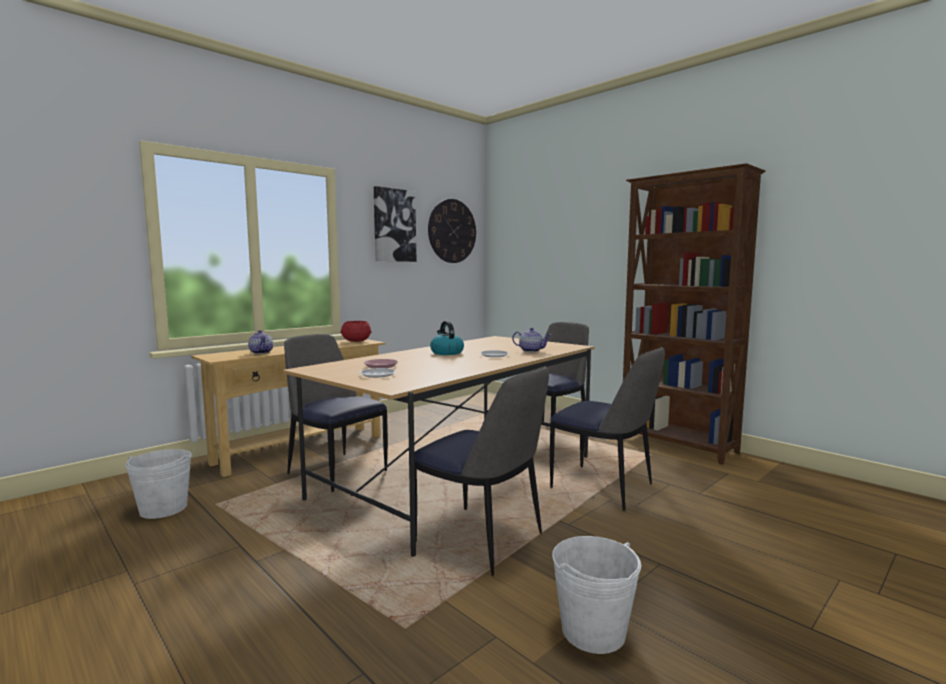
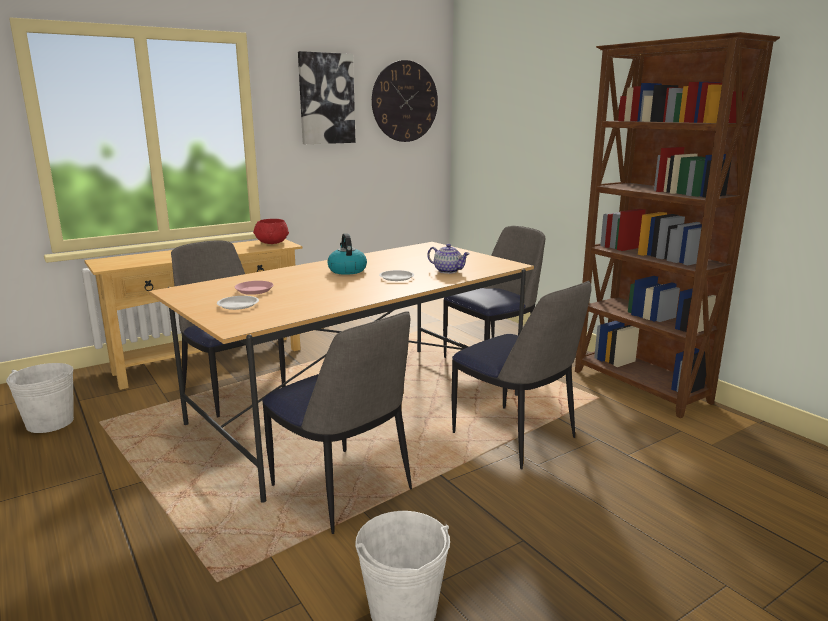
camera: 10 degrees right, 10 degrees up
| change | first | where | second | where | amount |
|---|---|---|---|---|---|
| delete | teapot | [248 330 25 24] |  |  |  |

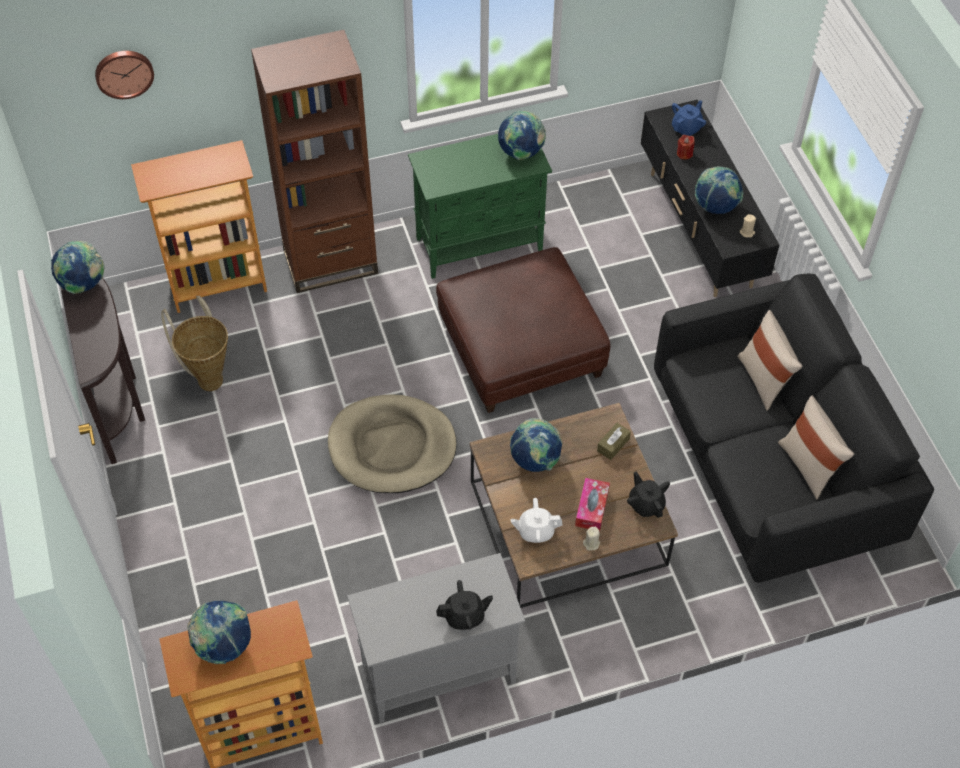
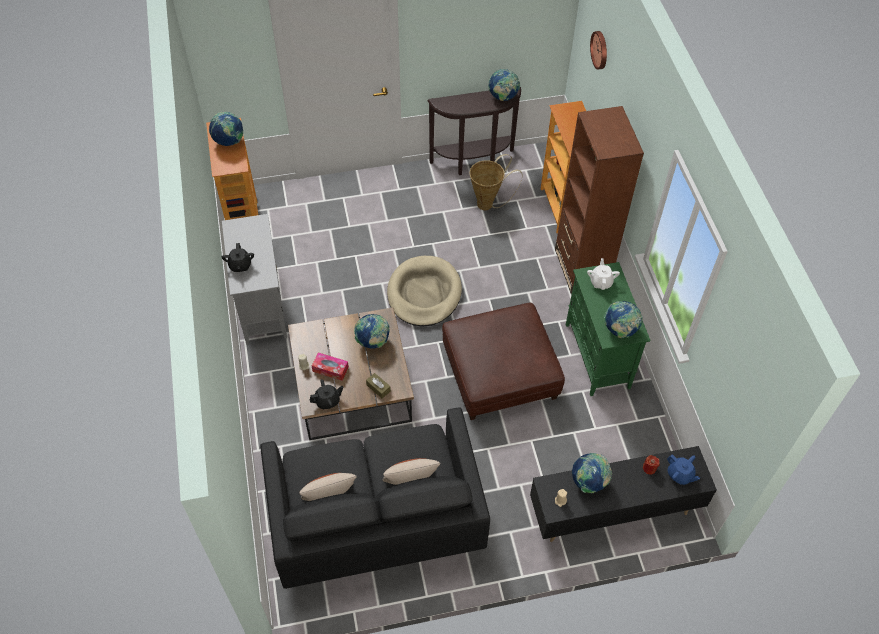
camera: 95 degrees right, 0 degrees up
| change | first | where | second | where | amount |
|---|---|---|---|---|---|
| move | white teapot | [511 498 51 45] |  | [587 258 33 32] |  |

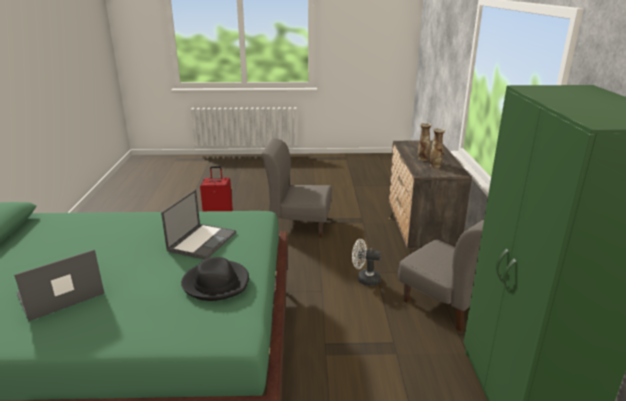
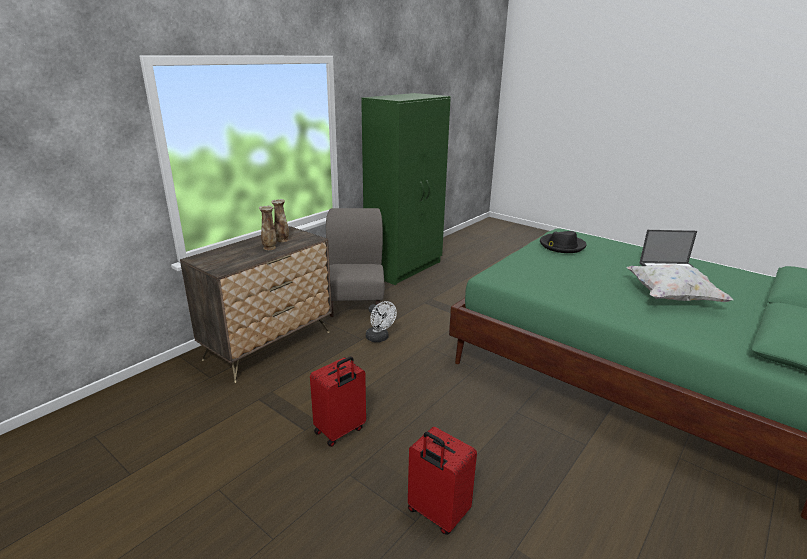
camera: 140 degrees left, 0 degrees up
| change | first | where | second | where | amount |
|---|---|---|---|---|---|
| delete | laptop | [161 189 75 71] |  |  |  |
| replace | grey chair | [262 138 70 100] | red suitcase | [310 356 56 91] |  |
| insert |  |  | white pillow | [626 264 108 38] |  |

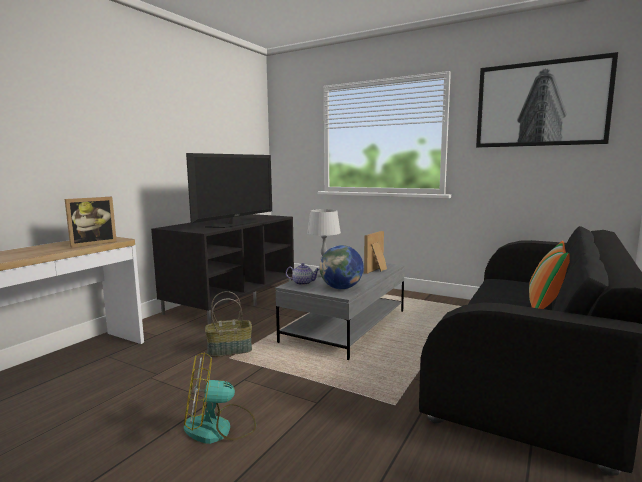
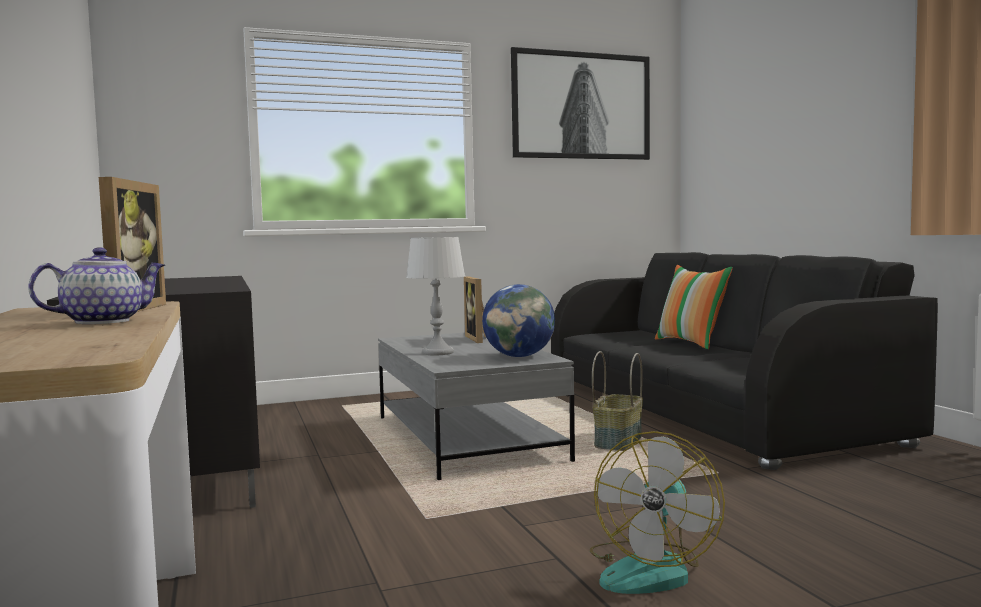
camera: 50 degrees left, 5 degrees down
| change | first | where | second | where | amount |
|---|---|---|---|---|---|
| delete | television | [186 153 86 75] |  |  |  |
| move | basket | [205 291 47 66] |  | [592 351 51 100] |  |
| move | teapot | [286 263 34 22] |  | [28 248 137 76] |  |

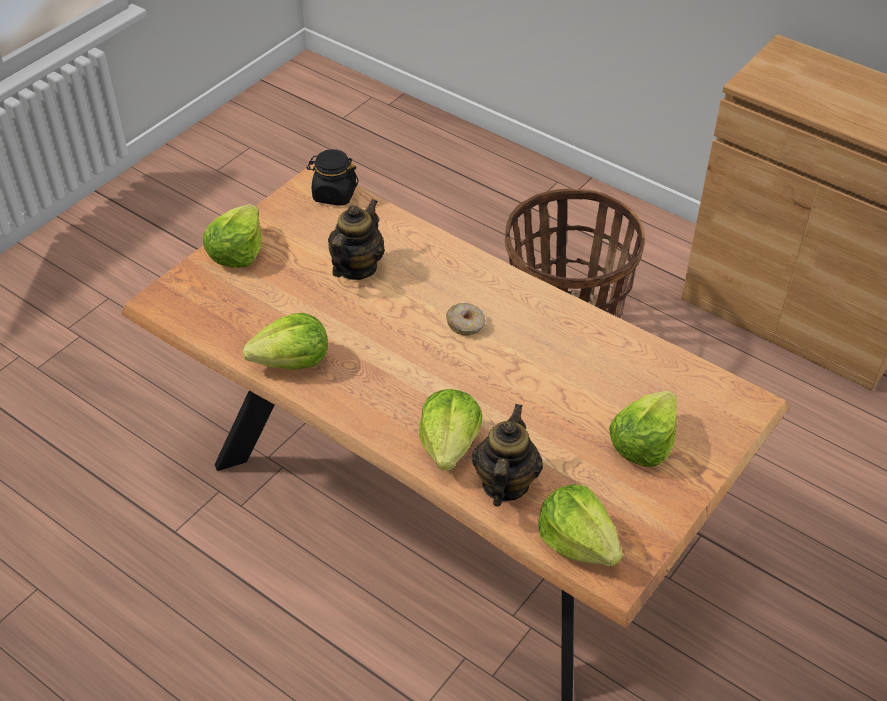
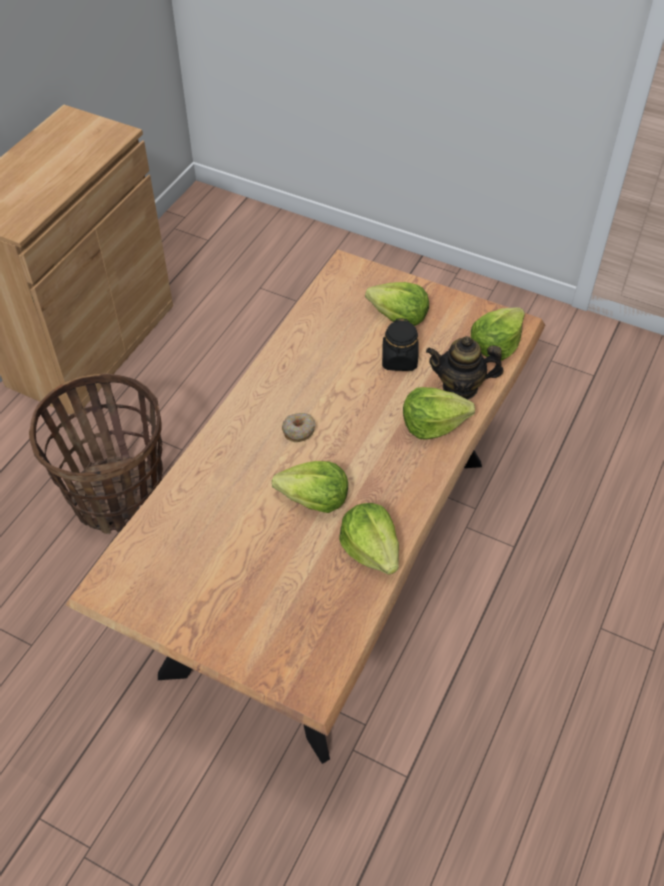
camera: 100 degrees left, 5 degrees up
| change | first | where | second | where | amount |
|---|---|---|---|---|---|
| move | lettuce | [203 204 59 64] |  | [272 461 76 52] |  |
| move | black jar | [307 149 52 57] |  | [382 318 37 53] |  |
| delete | teapot | [328 199 57 81] |  |  |  |

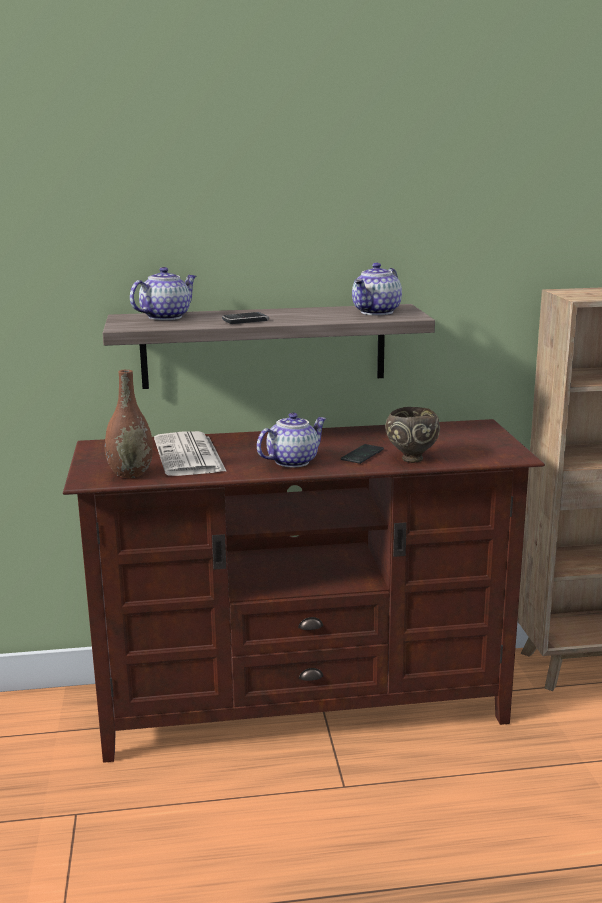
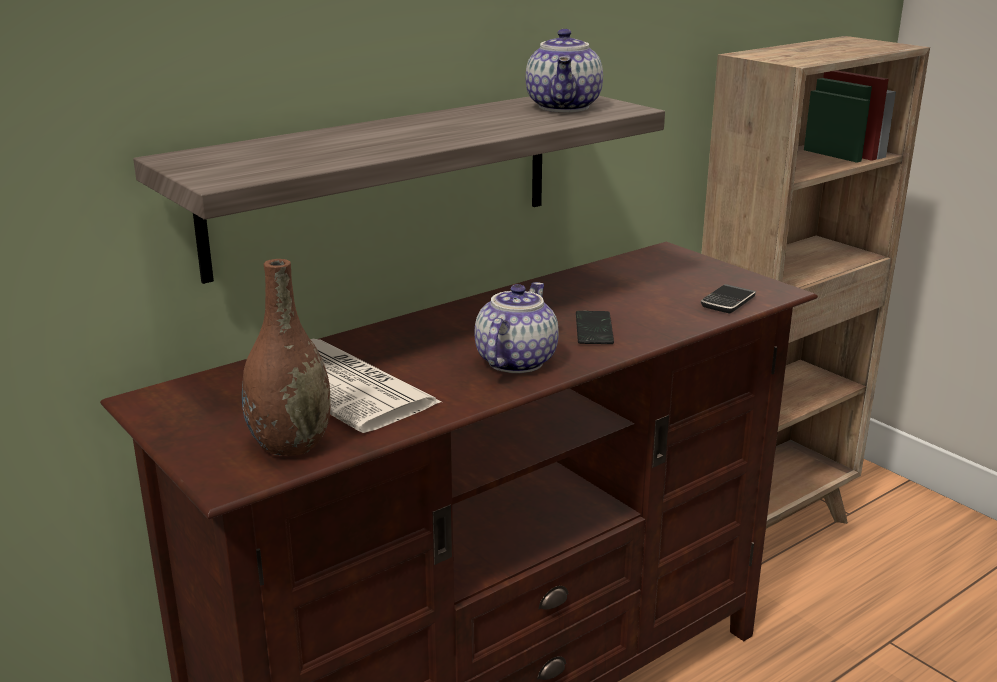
camera: 30 degrees left, 5 degrees up
| change | first | where | second | where | amount |
|---|---|---|---|---|---|
| delete | teapot | [130 267 66 53] |  |  |  |
| move | phone | [222 312 47 12] |  | [701 284 55 29] |  |
| delete | brown bowl | [385 407 55 56] |  |  |  |

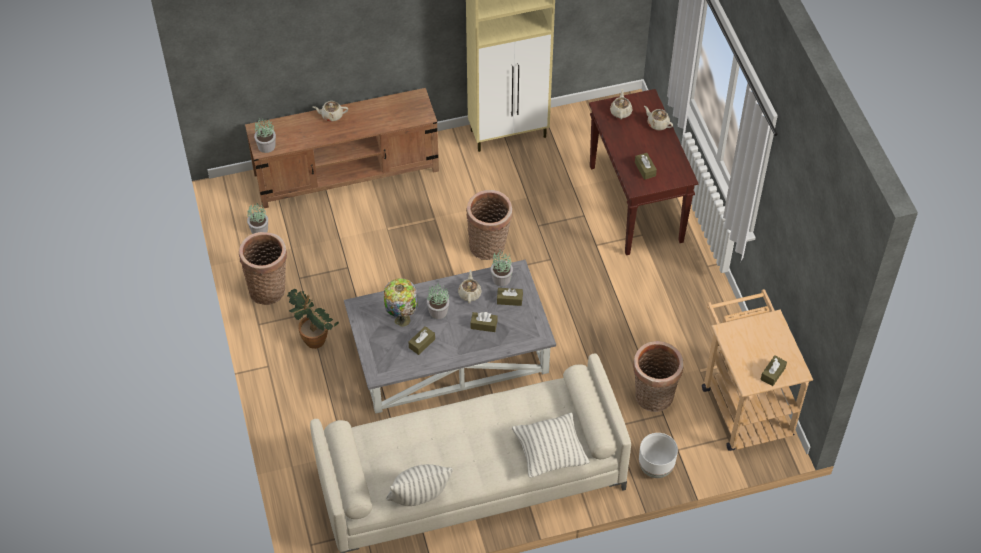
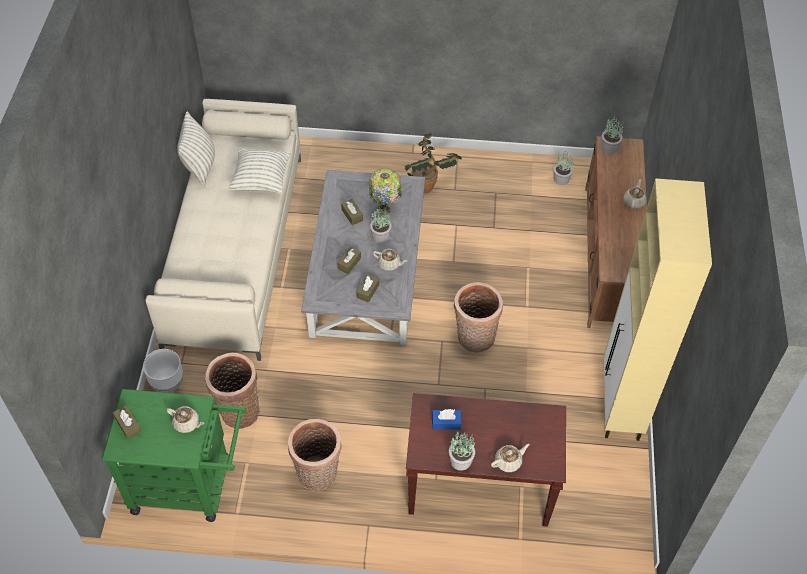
camera: 110 degrees right, 0 degrees up
| change | first | where | second | where | amount |
|---|---|---|---|---|---|
| move | basket | [239 232 48 73] |  | [288 419 54 72] |  |
| move | potted plant | [491 250 22 36] |  | [449 431 26 39] |  |
| move | pillow | [512 413 78 65] |  | [229 148 62 46] |  |
| move | beige teapot | [610 89 22 30] |  | [167 406 37 27] |  |
| recolor | brown tissue box | [635 153 22 27] | blue tissue box | [432 409 30 21] |  |
| recolor | beige cart | [702 289 111 162] | green cart | [101 389 146 133] |  |

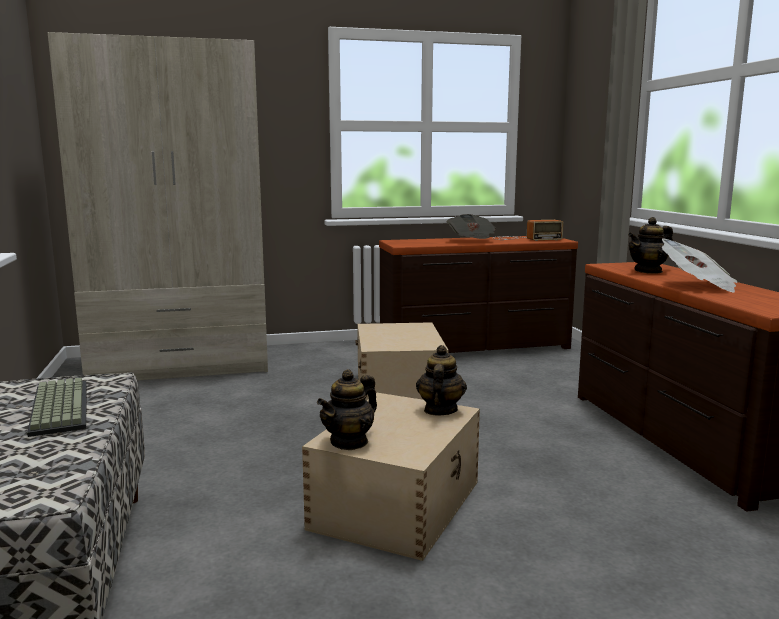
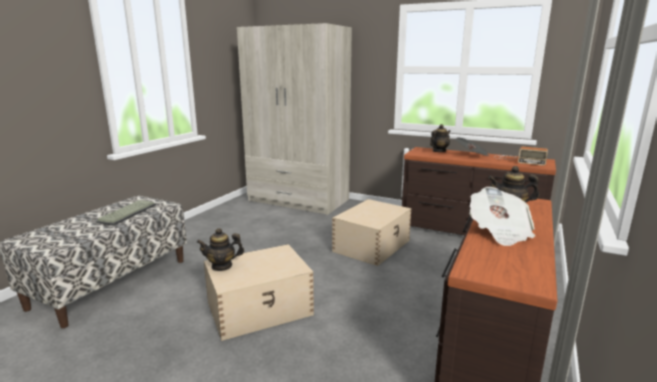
camera: 40 degrees right, 5 degrees up
| change | first | where | second | where | amount |
|---|---|---|---|---|---|
| move | teapot | [416 345 51 70] |  | [430 124 20 28] |  |

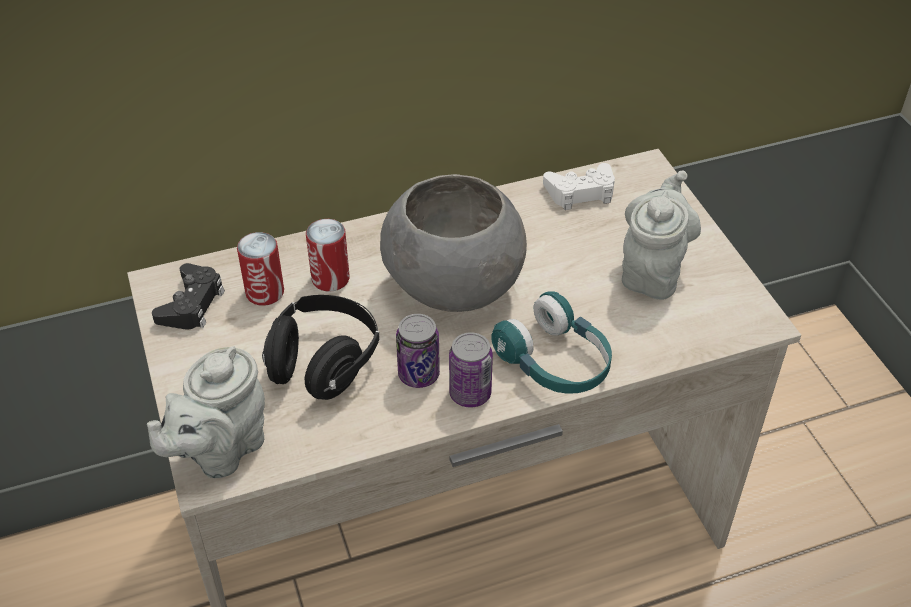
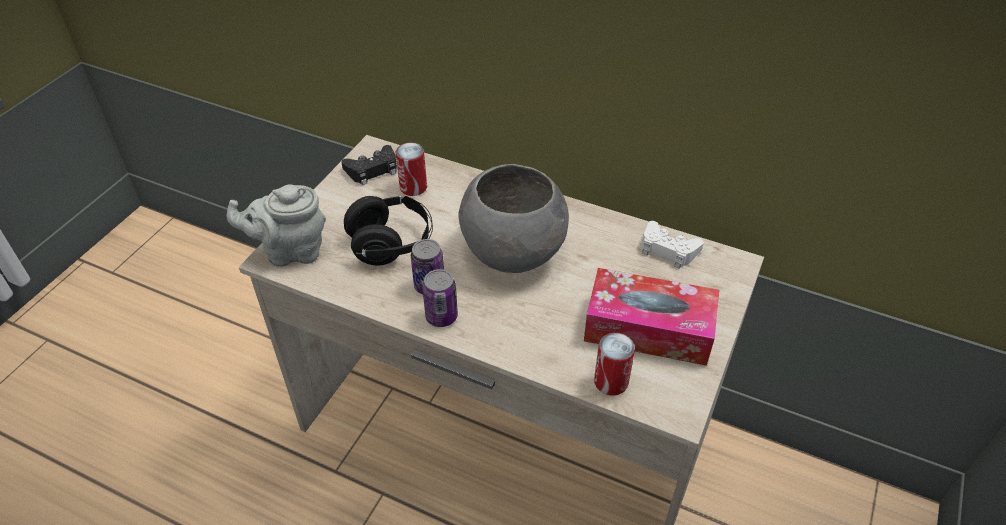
camera: 45 degrees right, 0 degrees up
| change | first | where | second | where | amount |
|---|---|---|---|---|---|
| move | can | [306 219 44 73] |  | [594 333 41 63] |  |
| delete | turquoise headphones | [491 291 121 103] |  |  |  |
| replace | grey teapot | [622 170 79 130] | tissue box | [584 268 135 98] |  |

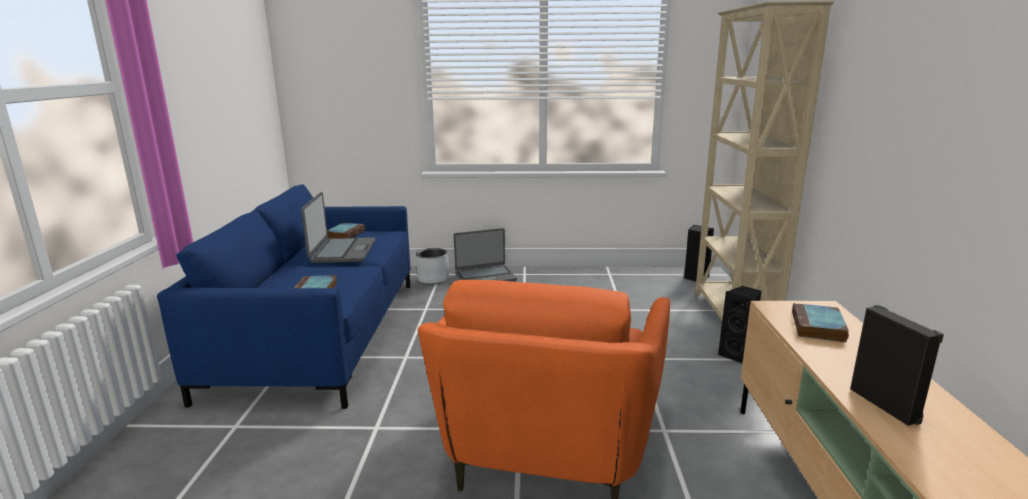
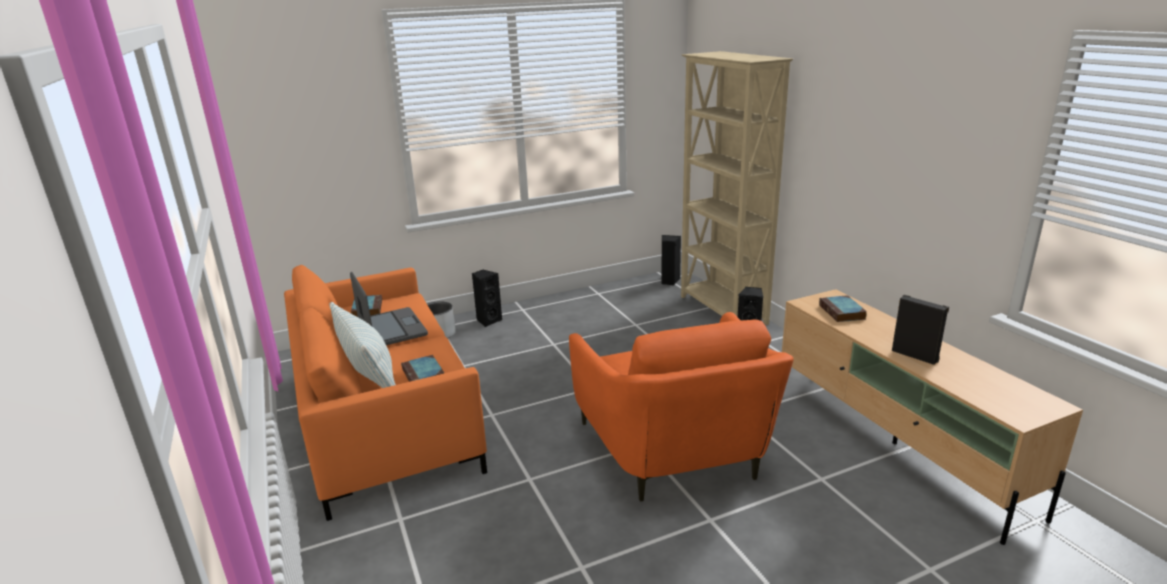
camera: 25 degrees left, 5 degrees up
| change | first | where | second | where | amount |
|---|---|---|---|---|---|
| recolor | blue sofa | [157 185 254 224] | orange sofa | [284 265 203 256] |  |
| replace | laptop | [454 228 63 54] | black speaker | [472 270 31 57] |  |
| insert |  |  | pillow | [329 302 67 86] |  |

